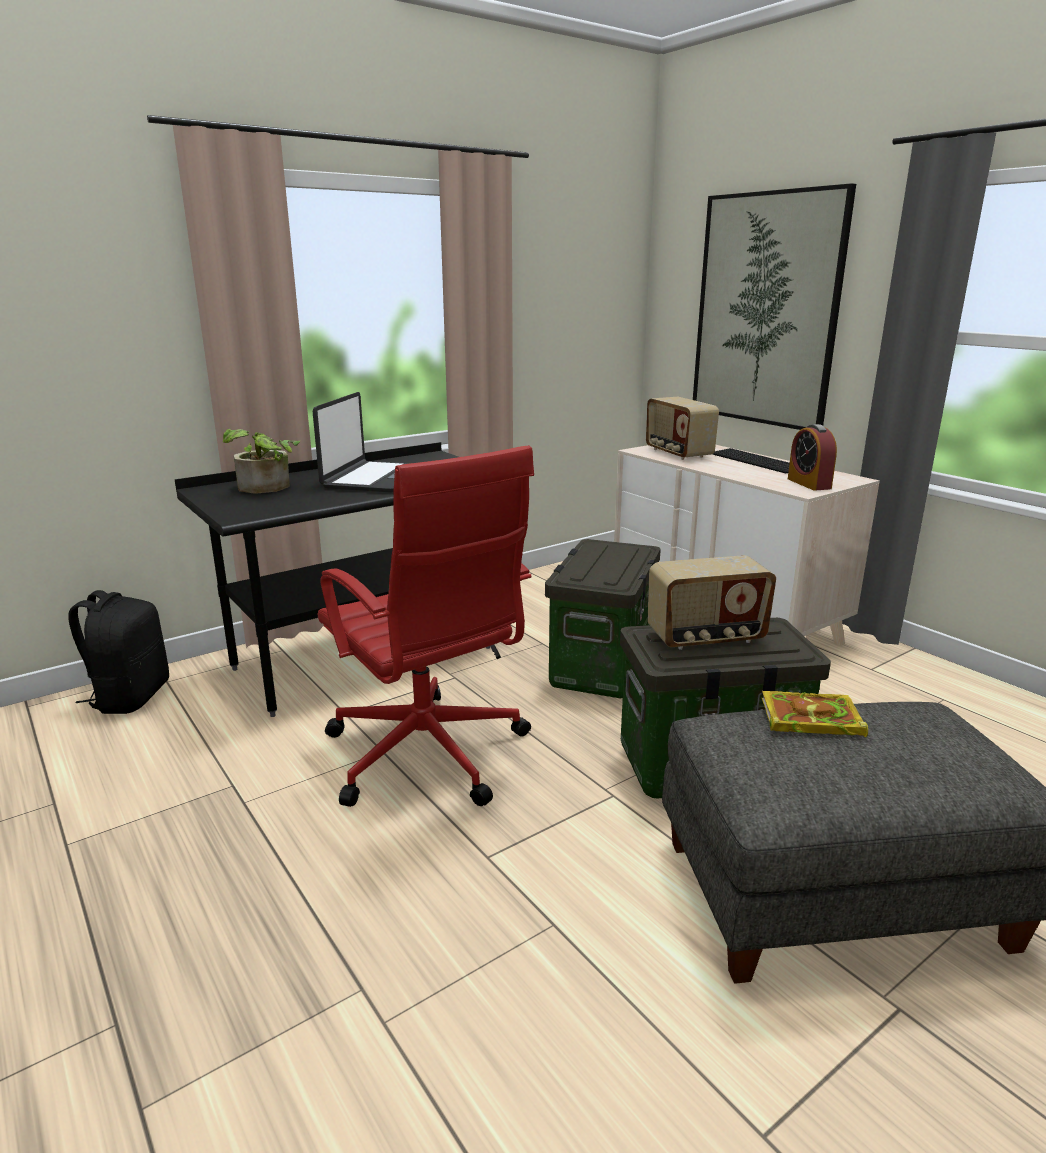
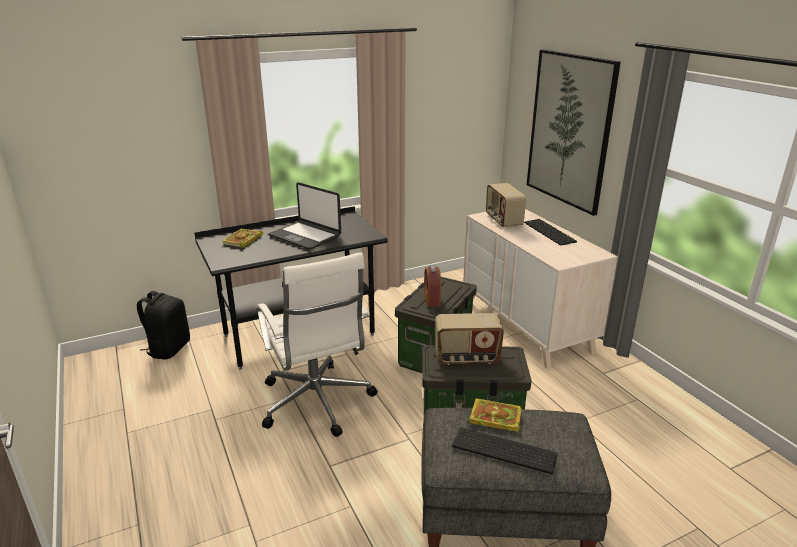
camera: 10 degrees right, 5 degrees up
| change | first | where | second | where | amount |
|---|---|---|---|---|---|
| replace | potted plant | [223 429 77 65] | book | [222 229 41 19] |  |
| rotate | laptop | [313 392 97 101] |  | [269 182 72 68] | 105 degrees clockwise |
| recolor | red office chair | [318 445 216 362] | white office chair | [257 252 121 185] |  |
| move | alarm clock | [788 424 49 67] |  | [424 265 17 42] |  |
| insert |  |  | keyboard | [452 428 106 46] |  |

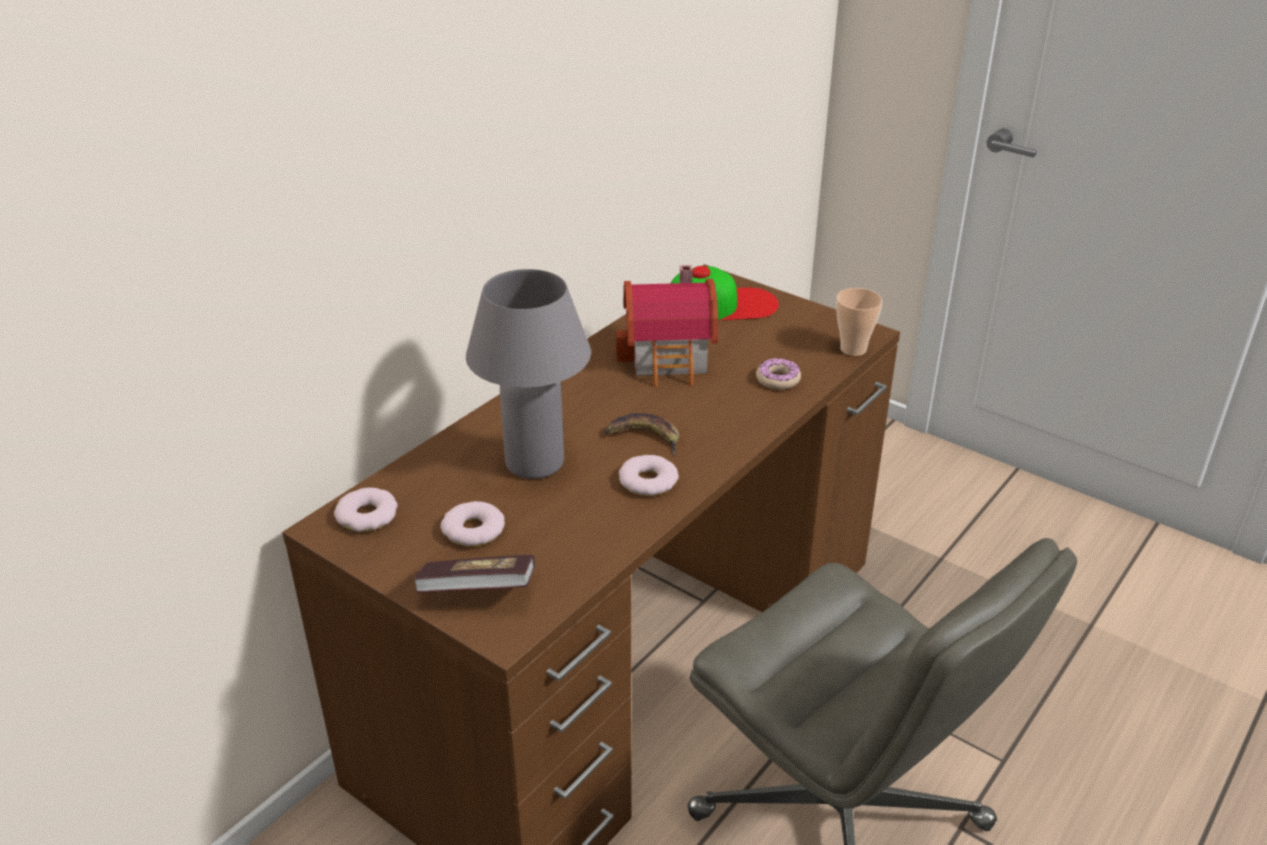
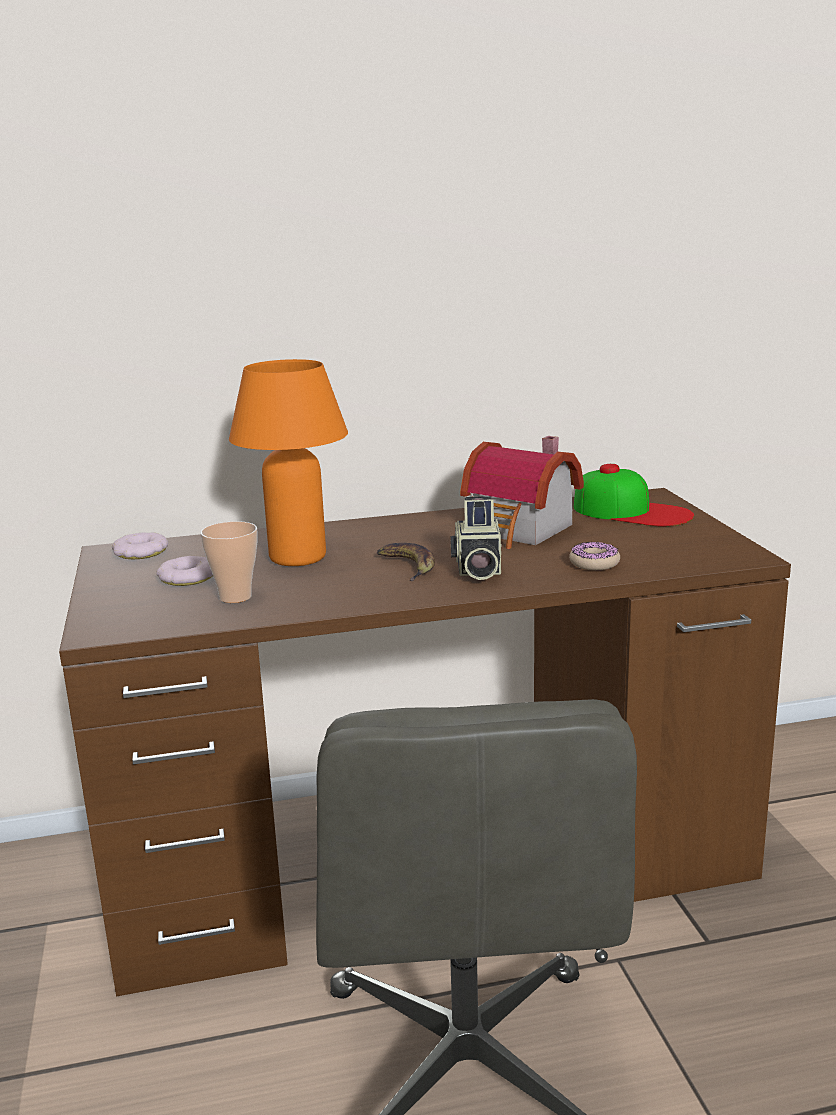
camera: 40 degrees right, 15 degrees down
| change | first | where | second | where | amount |
|---|---|---|---|---|---|
| delete | book | [413 555 122 38] |  |  |  |
| recolor | grey table lamp | [466 269 125 210] | orange table lamp | [229 359 119 207] |  |
| delete | donut | [619 455 60 41] |  |  |  |
| move | cup | [836 288 47 68] |  | [200 521 57 82] |  |
| insert |  |  | photo camera | [451 496 50 84] |  |

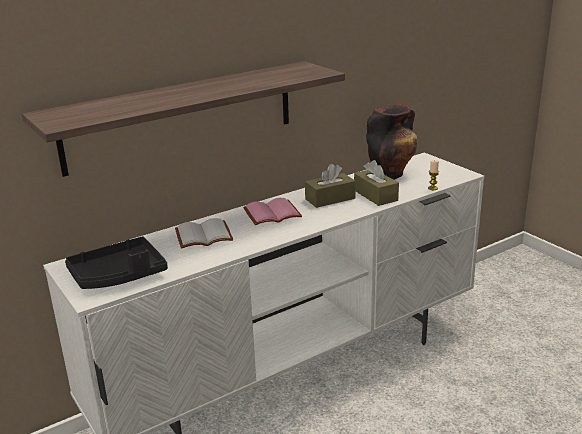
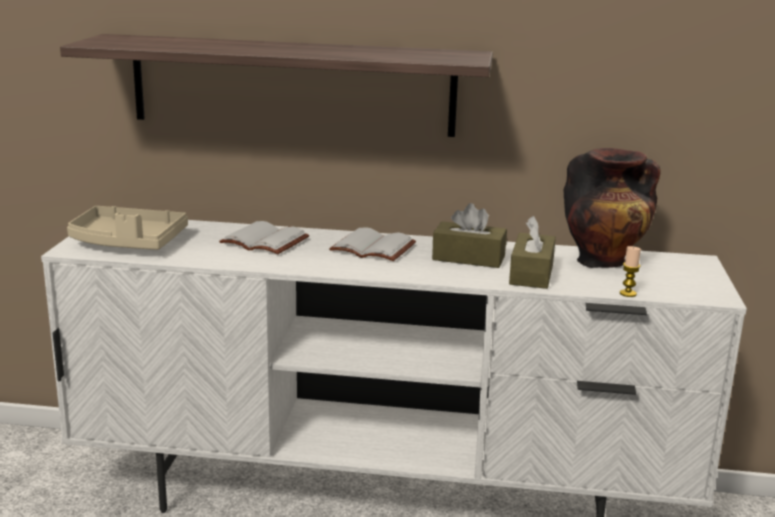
camera: 40 degrees right, 5 degrees down
| change | first | where | second | where | amount |
|---|---|---|---|---|---|
| recolor | black tray | [65 236 103 53] | beige tray | [67 206 121 44] |  |
| recolor | pink book | [243 198 59 27] | white book | [329 227 87 34] |  |

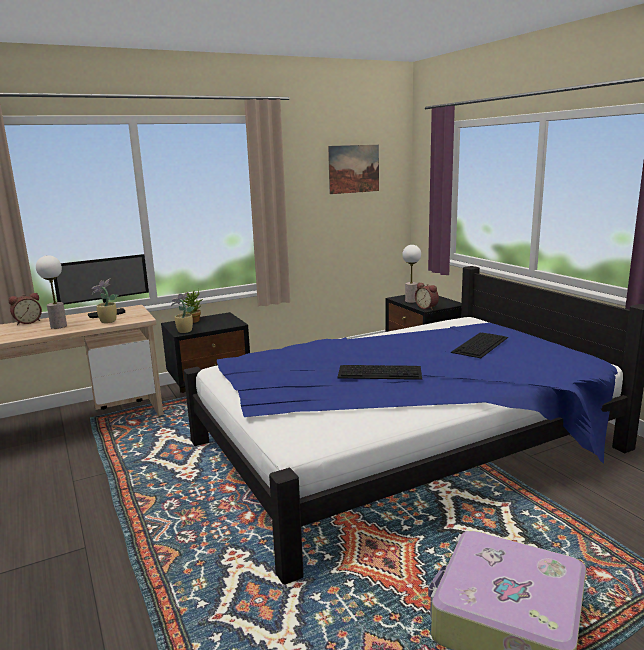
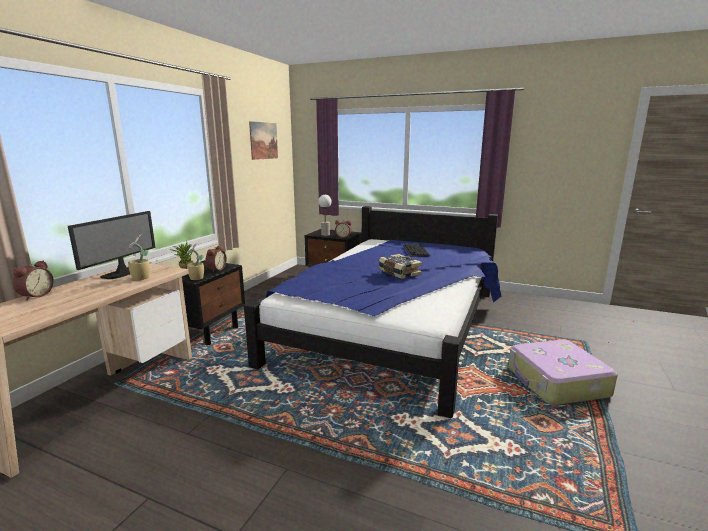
camera: 40 degrees left, 0 degrees up
| change | first | where | second | where | amount |
|---|---|---|---|---|---|
| delete | table lamp | [36 255 31 74] |  |  |  |
| replace | keyboard | [337 365 85 15] | book | [379 254 43 25] |  |
| insert |  |  | alarm clock | [206 246 21 26] |  |

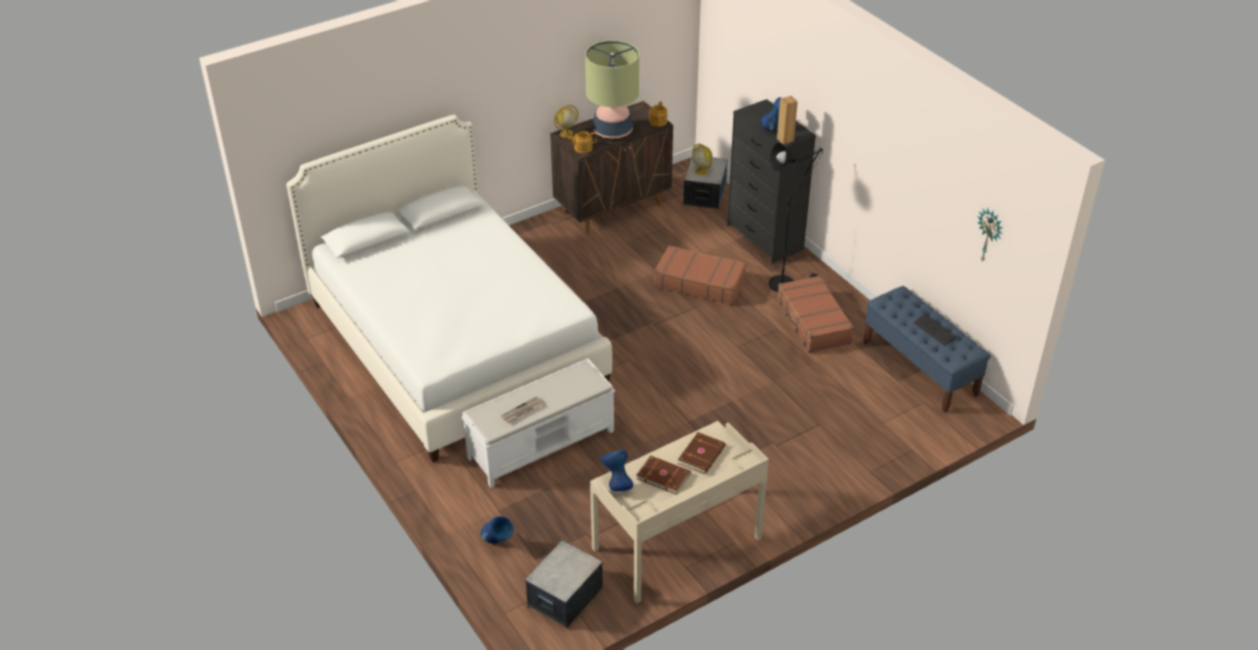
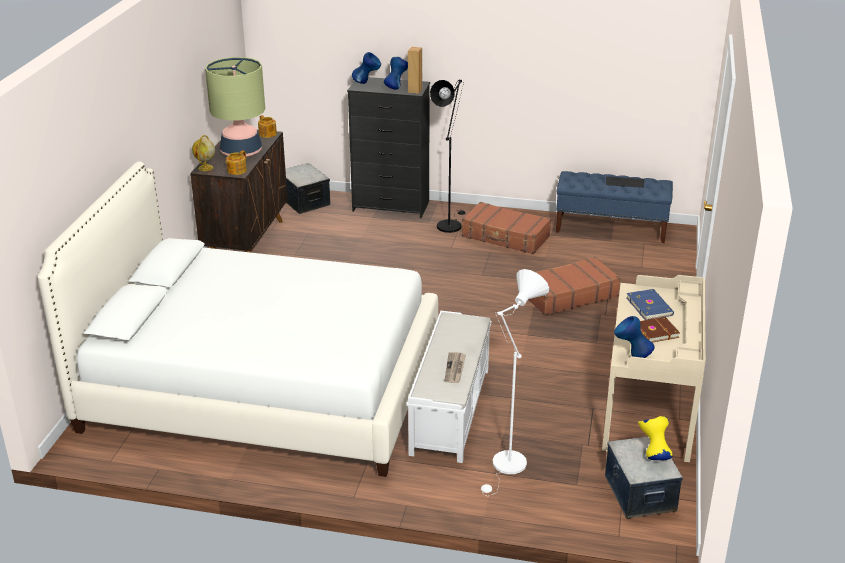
camera: 45 degrees left, 10 degrees down
| change | first | where | second | where | amount |
|---|---|---|---|---|---|
| move | blue vase | [481 516 33 28] |  | [352 52 29 32] |  |
| move | brown suitcase | [654 245 92 60] |  | [528 257 93 59] |  |
| recolor | brown book | [678 432 48 42] | blue book | [626 289 48 31] |  |
| delete | globe | [692 144 20 31] |  |  |  |
| delete | wall clock | [977 208 25 53] |  |  |  |
| insert |  |  | white floor lamp | [481 269 68 226] |  |
| insert |  |  | yellow vase | [638 416 35 44] |  |

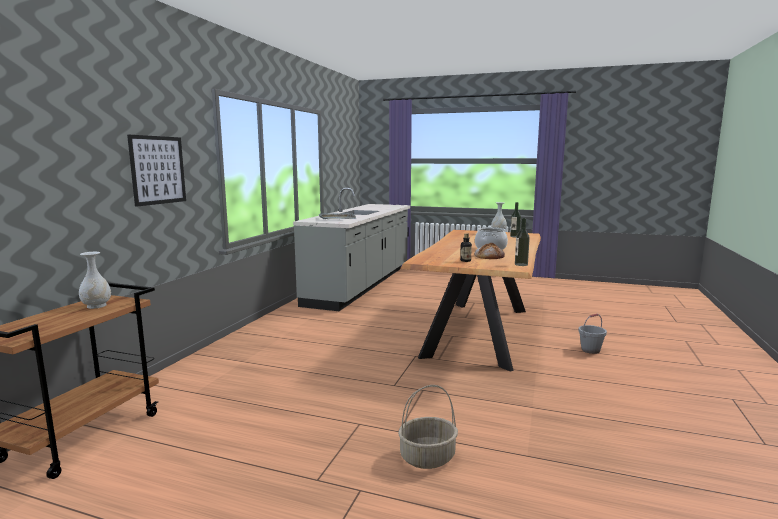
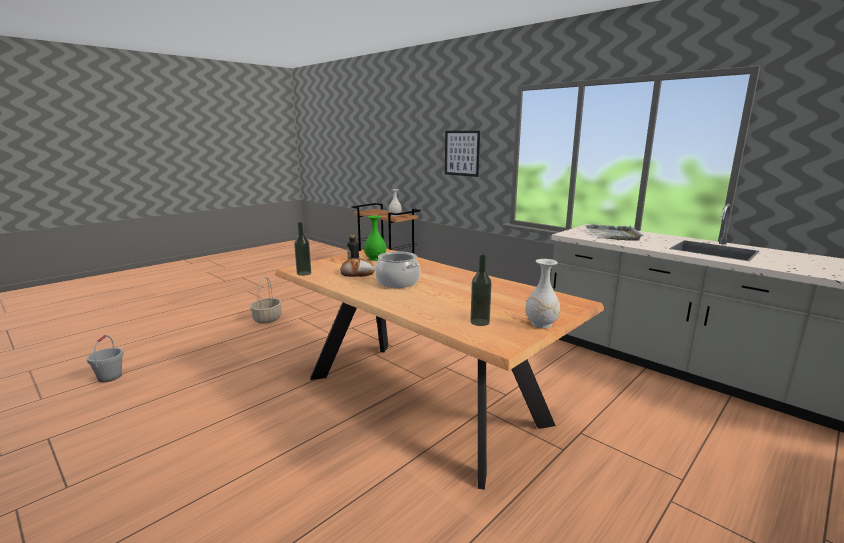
camera: 115 degrees right, 5 degrees up
| change | first | where | second | where | amount |
|---|---|---|---|---|---|
| move | grey bucket | [578 314 29 40] |  | [86 335 38 47] |  |
| insert |  |  | green vase | [364 215 22 46] |  |

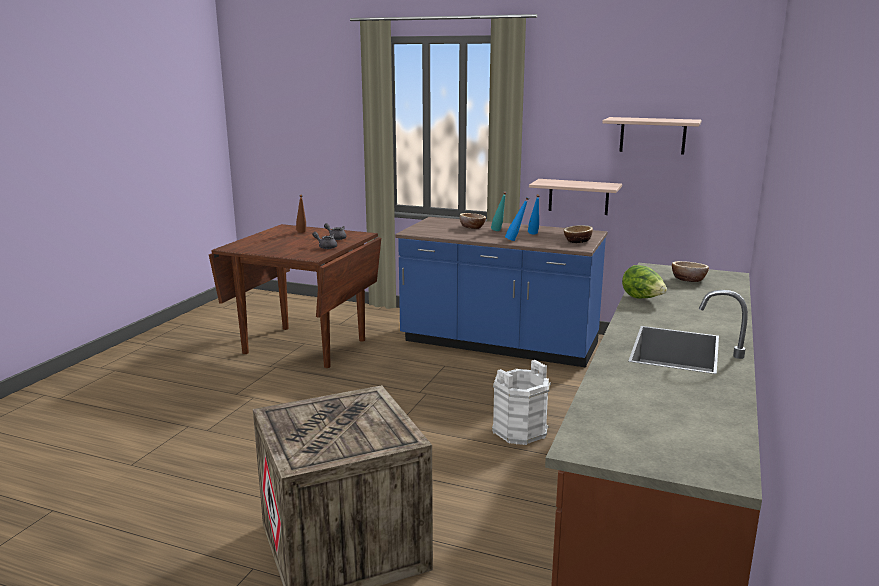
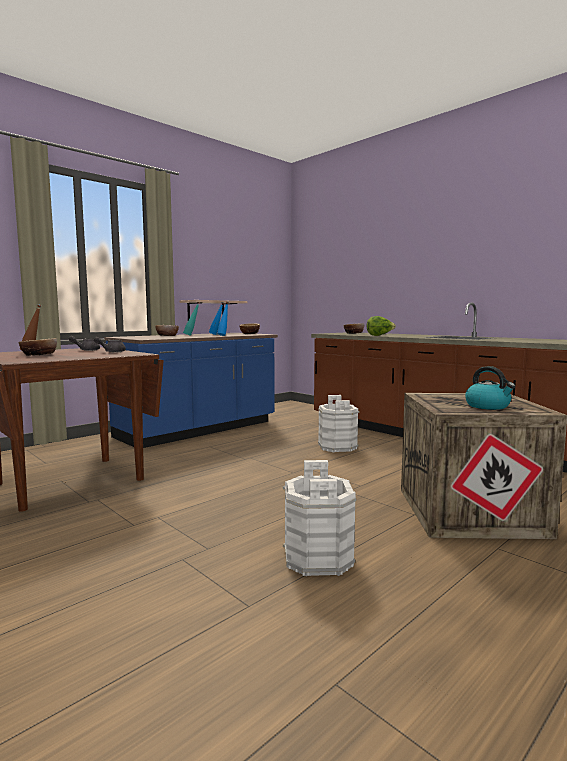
camera: 65 degrees left, 10 degrees down
| change | first | where | second | where | amount |
|---|---|---|---|---|---|
| delete | shelf | [603 117 98 38] |  |  |  |
| insert |  |  | bowl | [19 338 38 18] |  |
| insert |  |  | white bucket | [283 460 74 116] |  |
| insert |  |  | kettle | [465 366 50 44] |  |

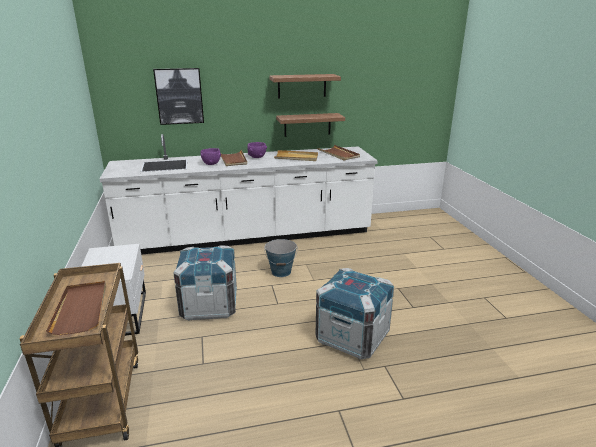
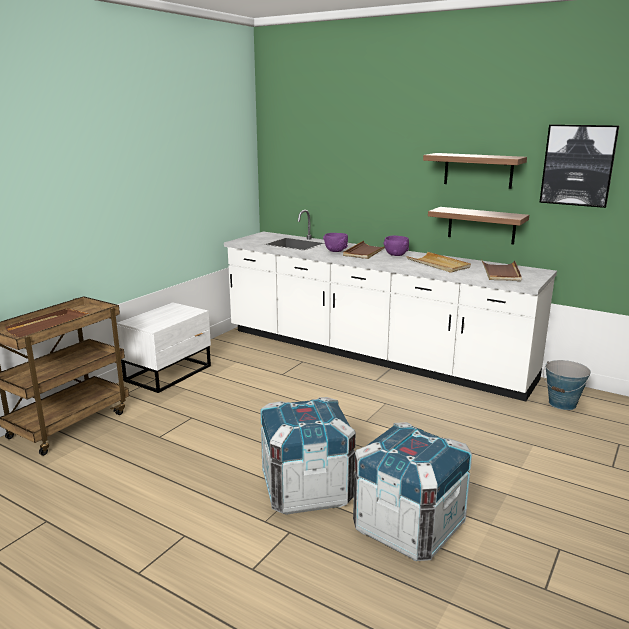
camera: 45 degrees right, 5 degrees down
| change | first | where | second | where | amount |
|---|---|---|---|---|---|
| move | picture | [153 68 51 57] |  | [539 124 80 84] |  |
| move | crate | [173 246 64 74] |  | [353 422 119 139] |  |
| move | bucket | [264 239 33 38] |  | [543 360 48 50] |  |

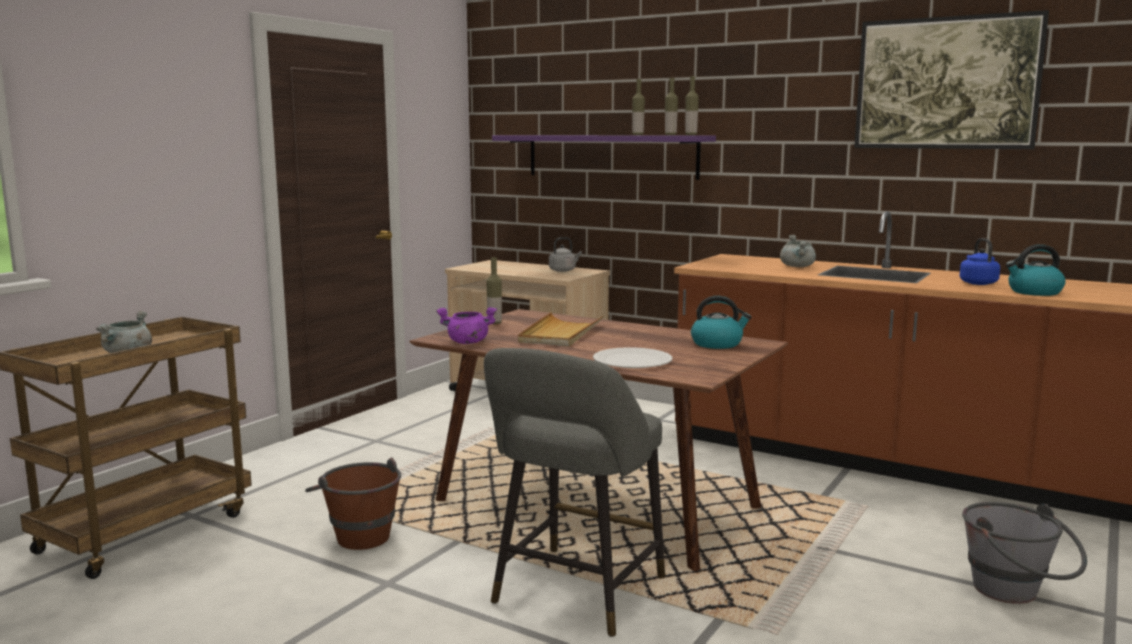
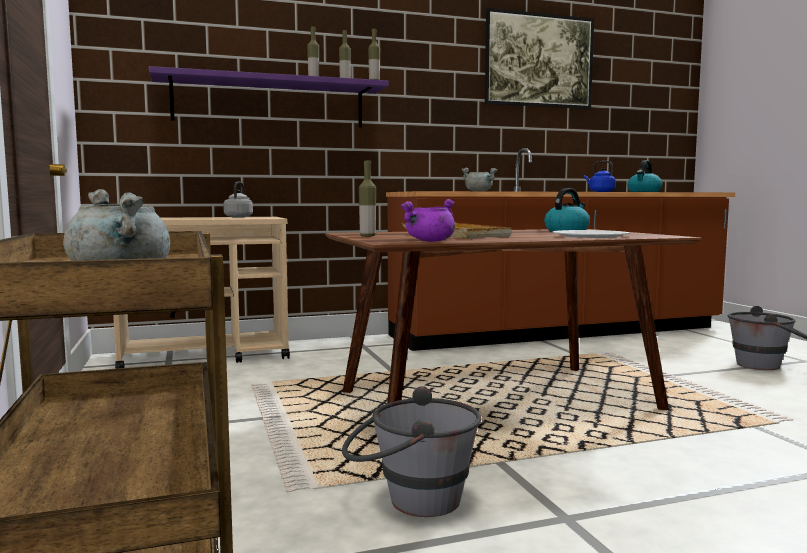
camera: 50 degrees left, 5 degrees down
| change | first | where | second | where | amount |
|---|---|---|---|---|---|
| recolor | brown bucket | [305 457 96 93] | grey bucket | [342 387 139 130] |  |
| delete | grey stool | [484 348 181 289] |  |  |  |

